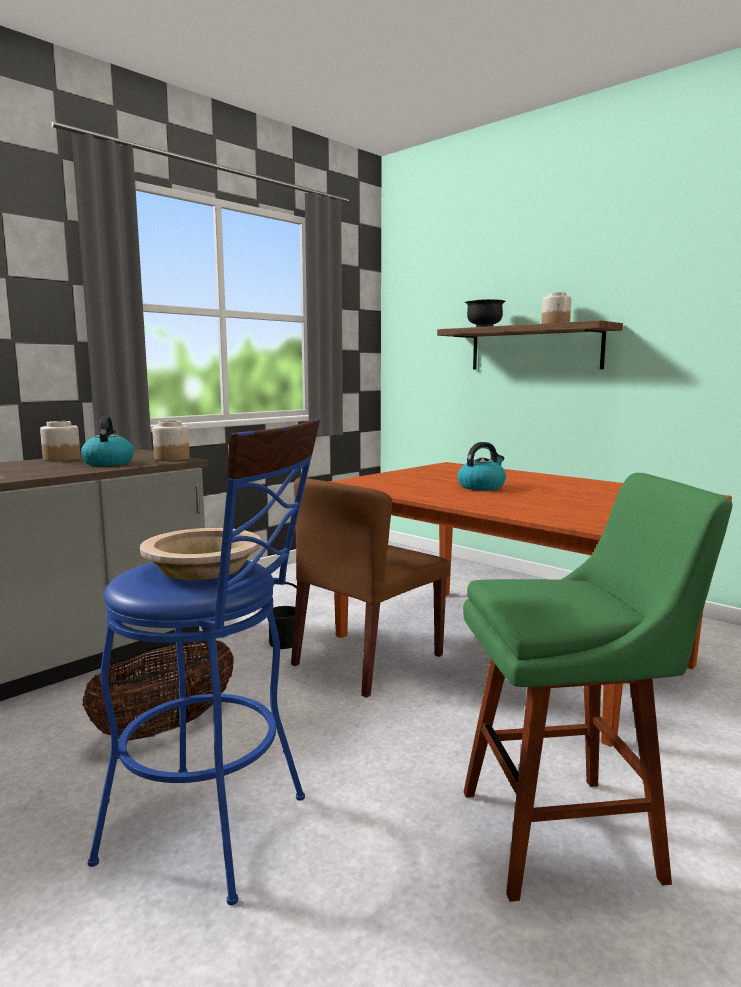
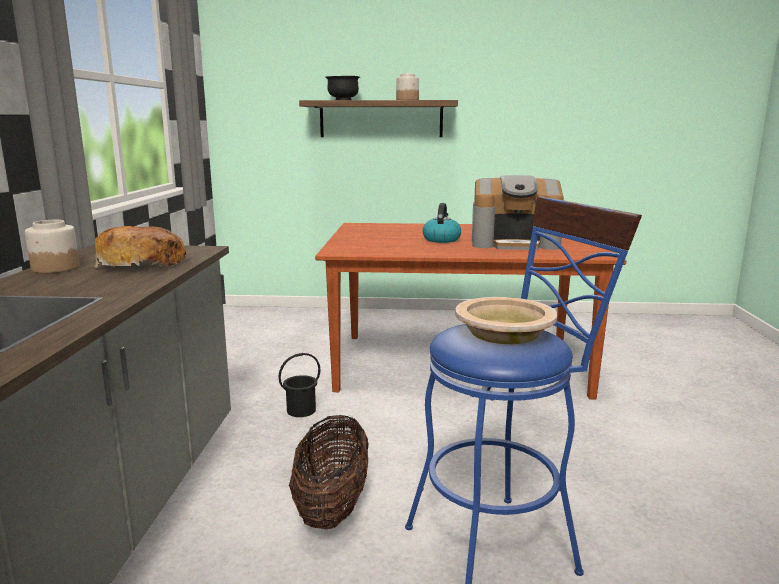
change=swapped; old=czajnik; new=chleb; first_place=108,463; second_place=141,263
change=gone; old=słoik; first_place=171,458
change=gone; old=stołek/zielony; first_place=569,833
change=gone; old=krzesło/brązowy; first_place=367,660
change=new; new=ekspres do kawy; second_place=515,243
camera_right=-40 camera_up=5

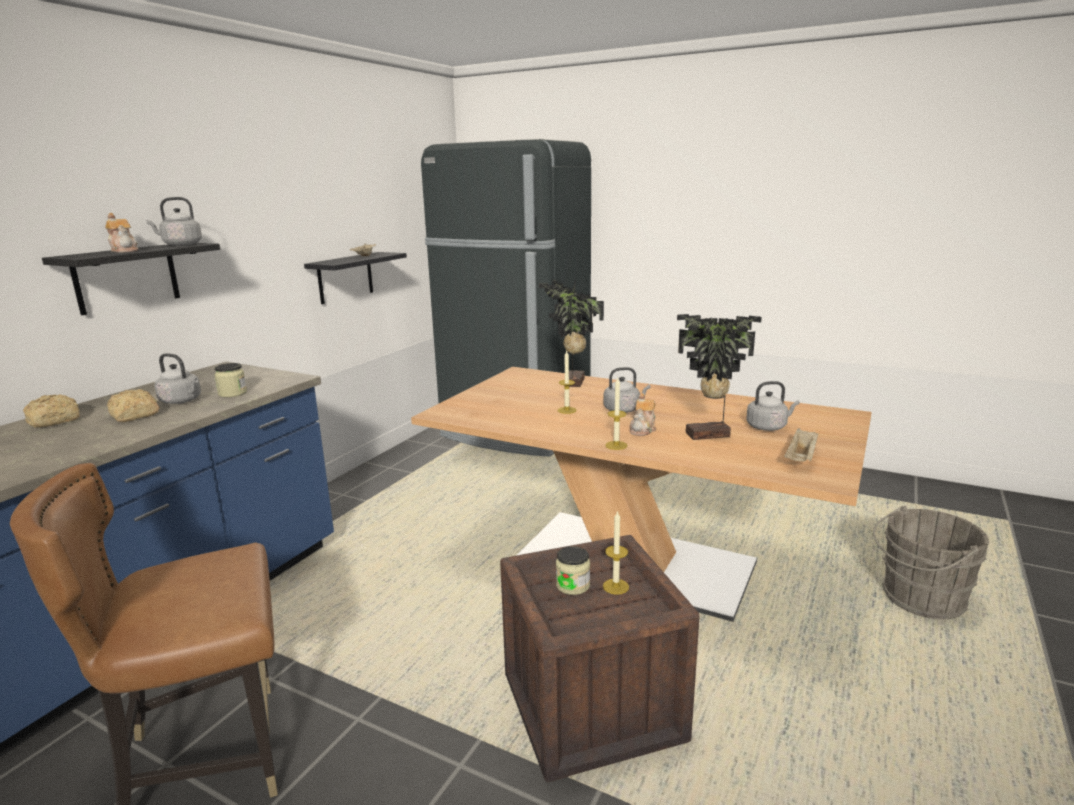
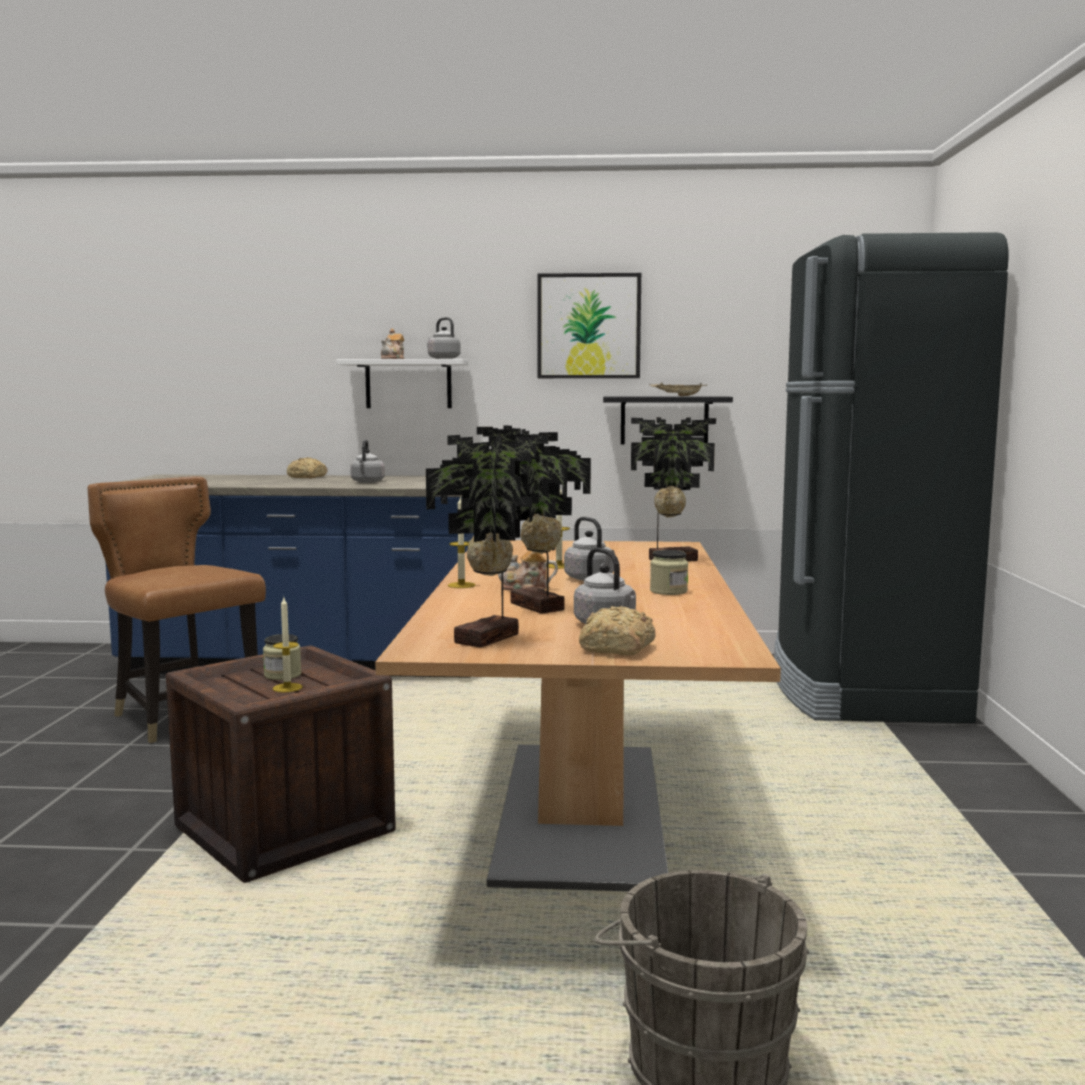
change=repainted; old=półka/czarny; new=półka/biały; first_place=126,277; second_place=408,384
change=shifted; old=słoik; first_place=232,393; second_place=668,591
change=shifted; old=chleb; first_place=134,416; second_place=616,649
change=swapped; old=taca/beżowy; new=roślina doniczkowa; first_place=801,458; second_place=492,639
change=new; new=obraz; second_place=588,326
camera_right=65 camera_up=-10

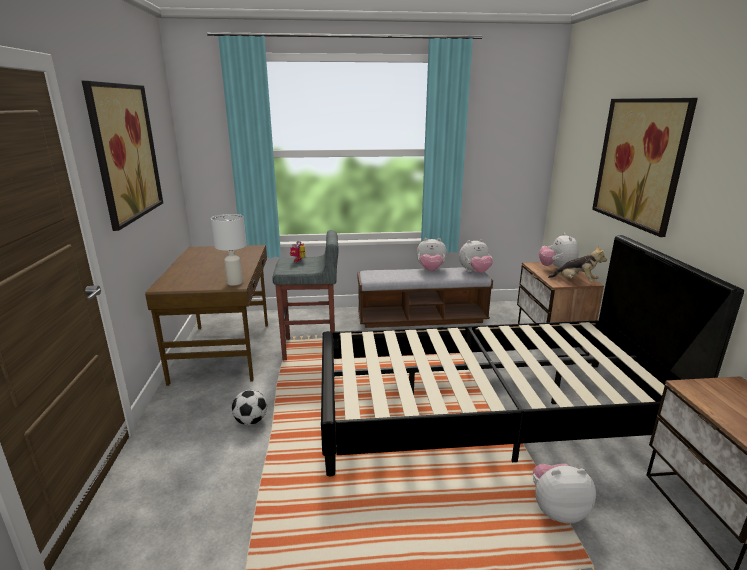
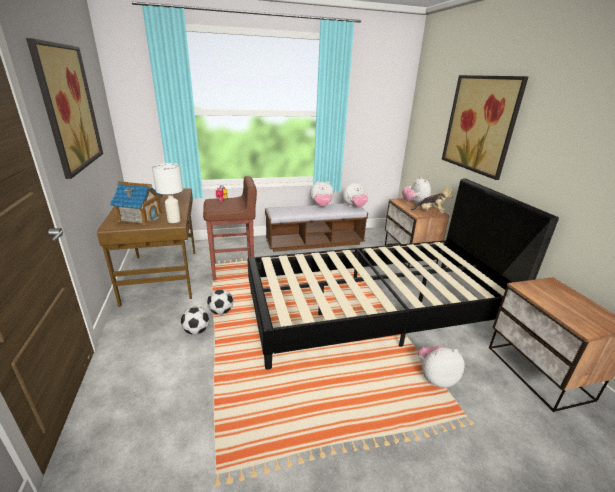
change=repainted; old=stołek/szary; new=stołek/brązowy; first_place=311,348; second_place=234,269
change=new; new=domek; second_place=140,217
change=new; new=piłka futbolowa; second_place=221,312
camera_right=-10 camera_up=5

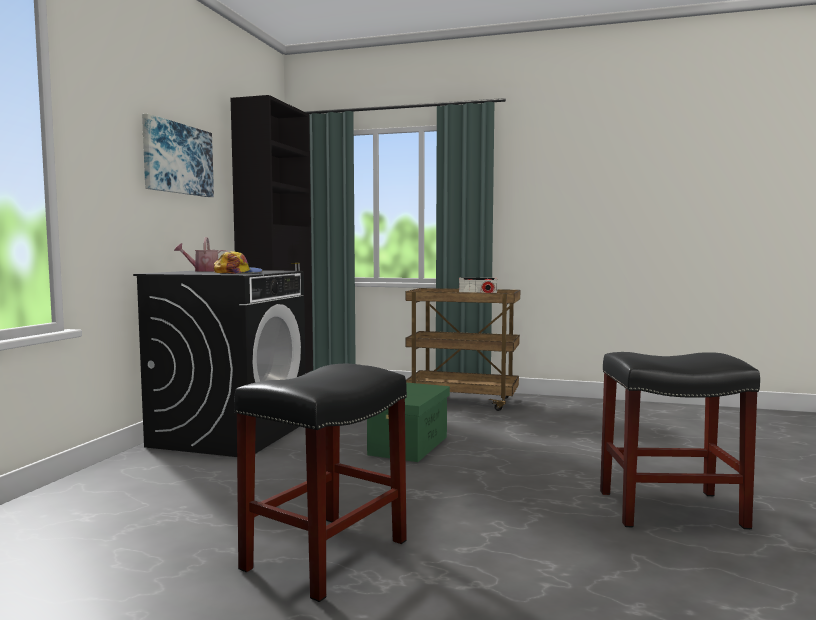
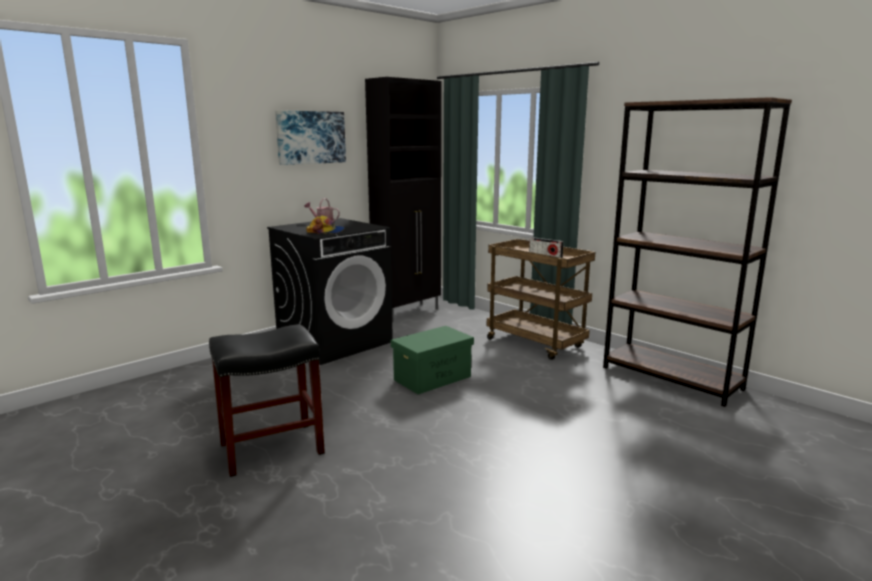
change=gone; old=stołek/czarny; first_place=671,508
change=new; new=regał/brązowy; second_place=671,378
camera_right=30 camera_up=10

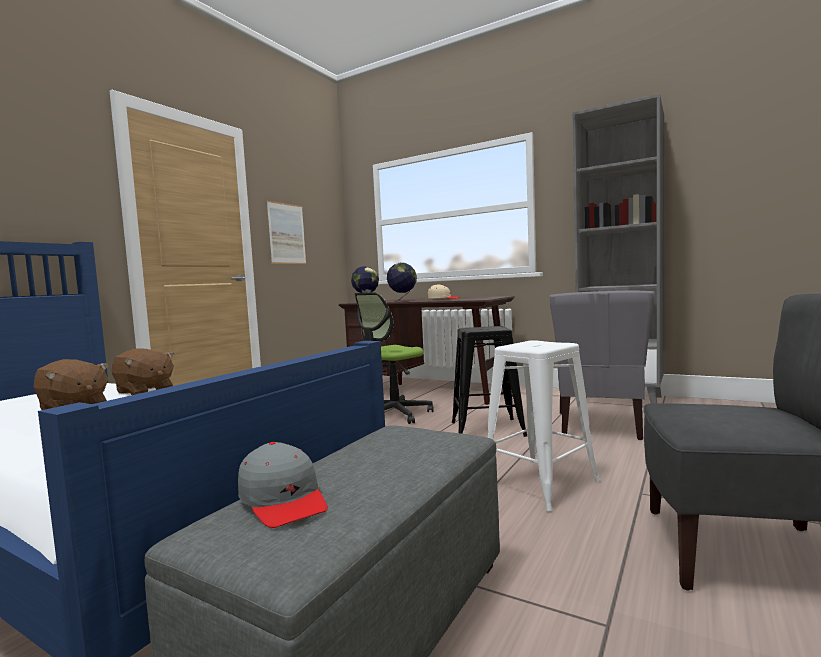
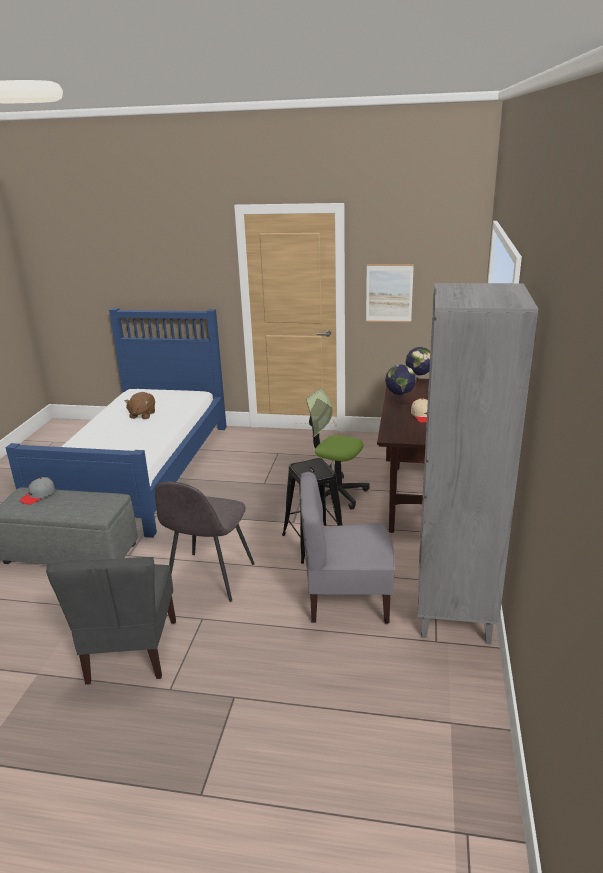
change=swapped; old=stołek/biały; new=krzesło/szary; first_place=539,483; second_place=209,578
change=gone; old=pluszak/brązowy; first_place=144,391
camera_right=70 camera_up=20

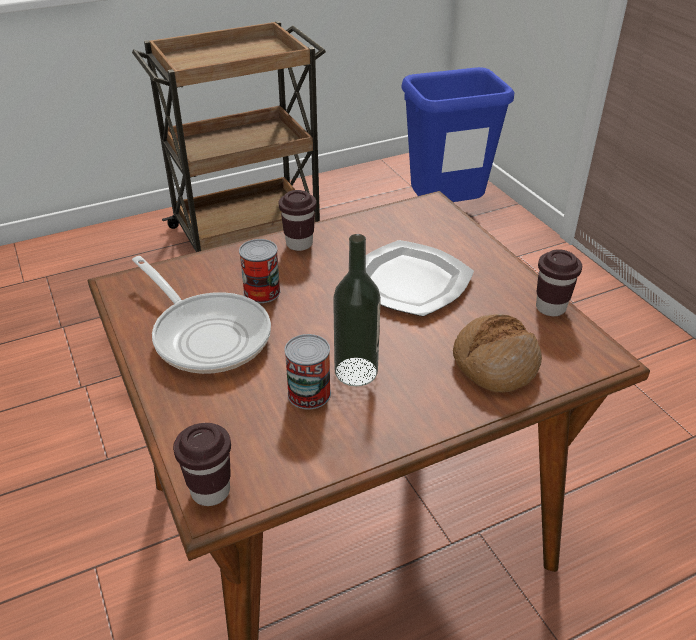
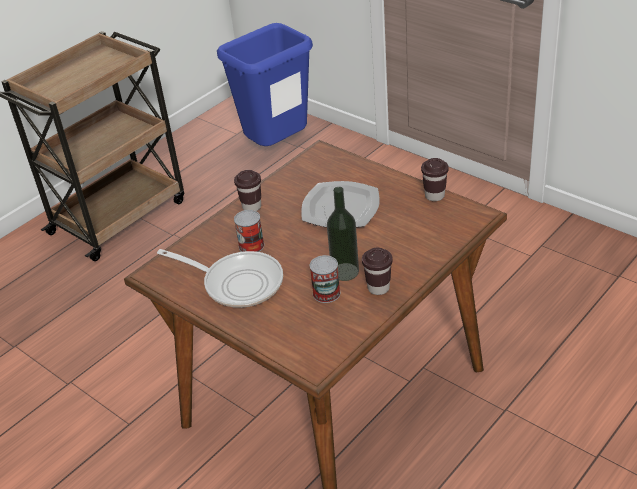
change=gone; old=chleb; first_place=494,363
change=shifted; old=filiżanka/brązowy; first_place=210,491; second_place=378,288
camera_right=-20 camera_up=0

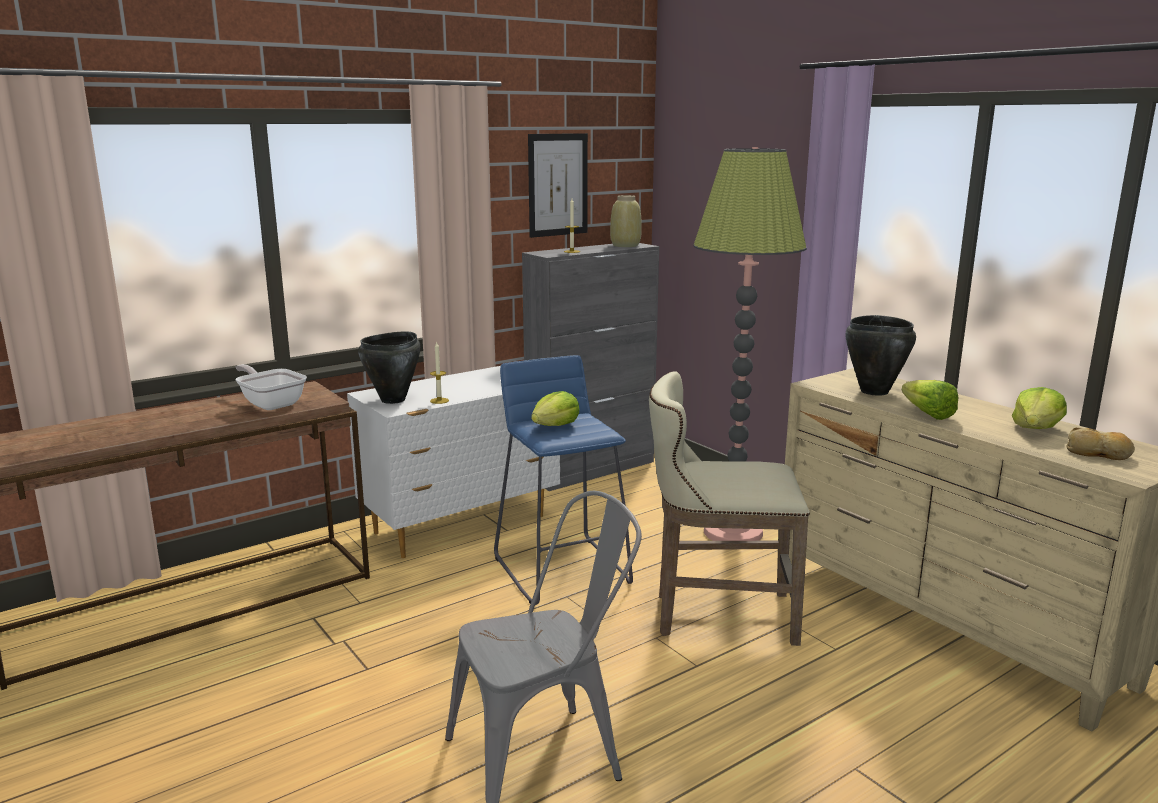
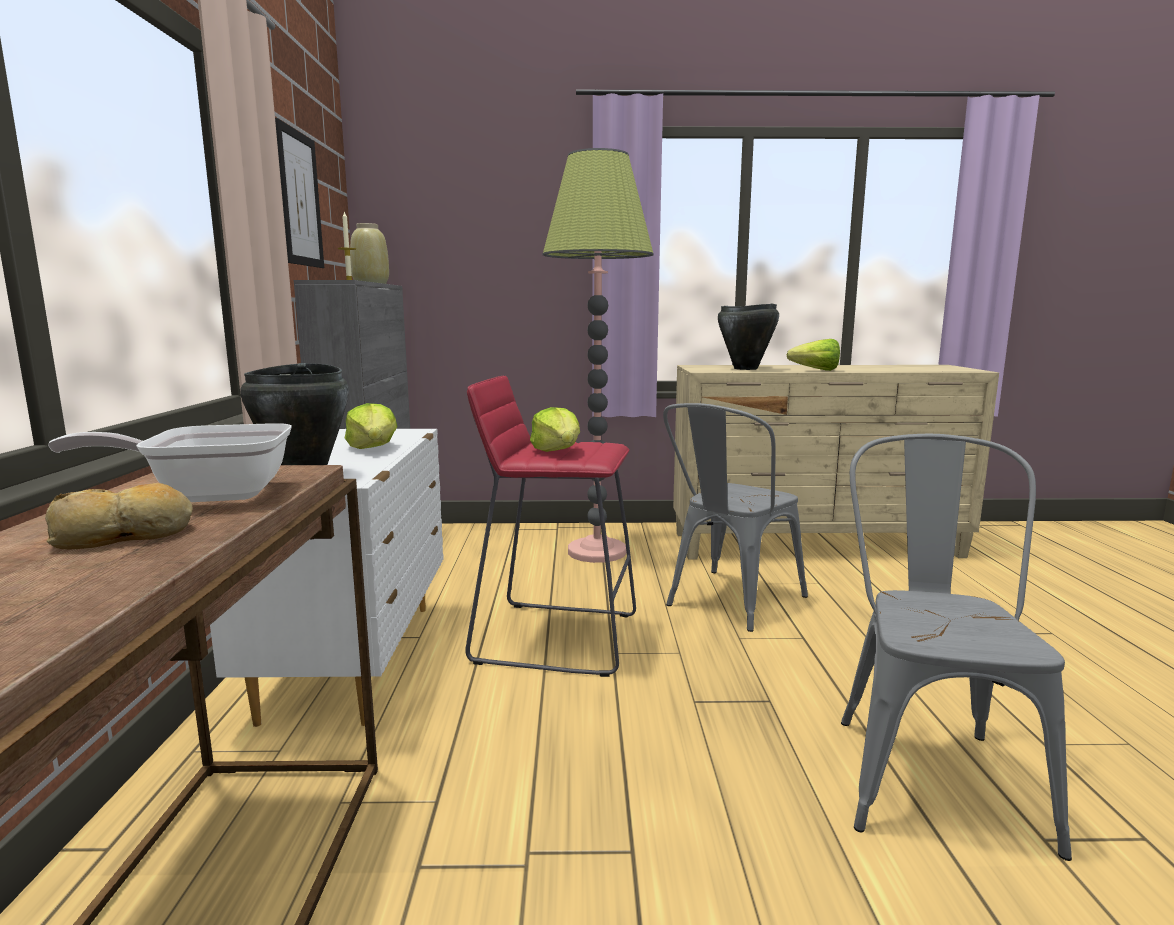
change=gone; old=świeca; first_place=439,400
change=repainted; old=stołek/niebieski; new=stołek/czerwony; first_place=563,569; second_place=555,637
change=swapped; old=stołek/beżowy; new=krzesło/szary; first_place=716,616; second_place=728,603
change=shifted; old=sałata; first_place=1036,429; second_place=373,448
change=shifted; old=chleb; first_place=1098,453; second_place=125,536
camera_right=-55 camera_up=-5

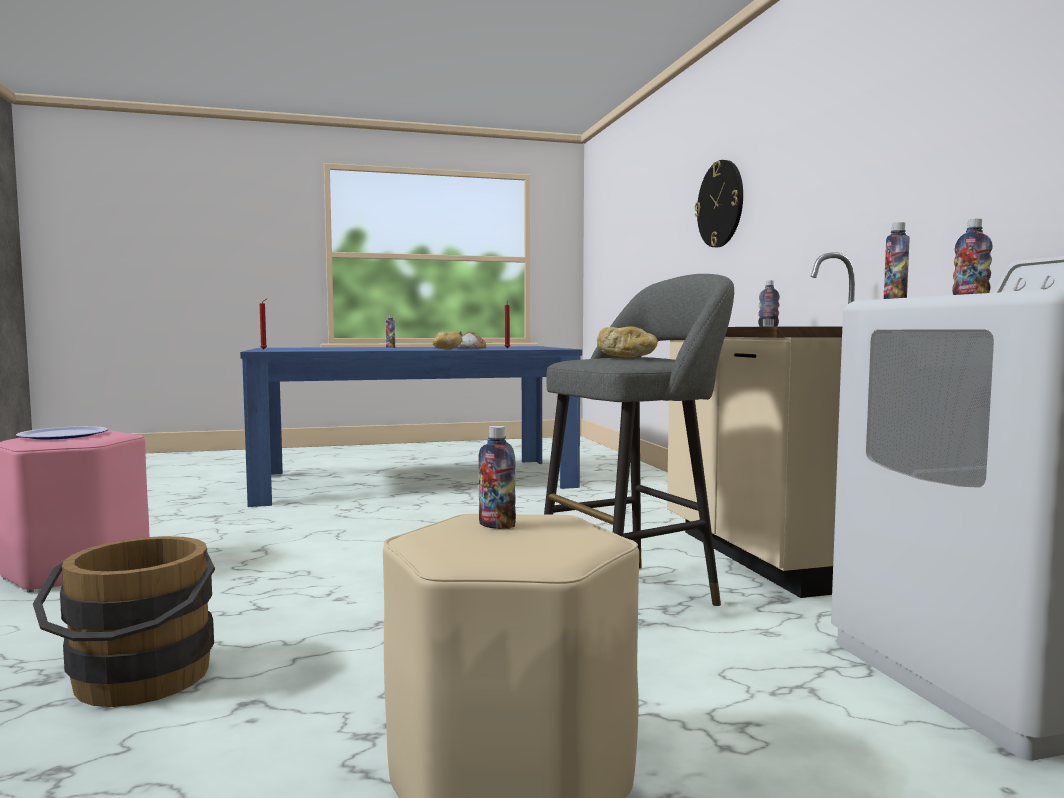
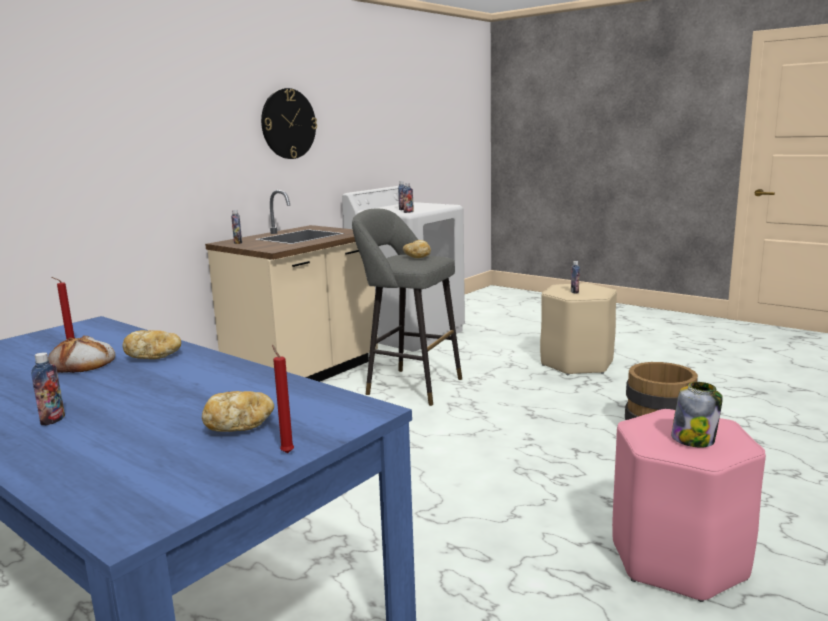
change=shifted; old=zegar ścienny; first_place=720,204; second_place=288,124
change=swapped; old=talerz; new=słoik; first_place=63,435; second_place=694,439
change=new; new=chleb; second_place=239,426
camera_right=-125 camera_up=10

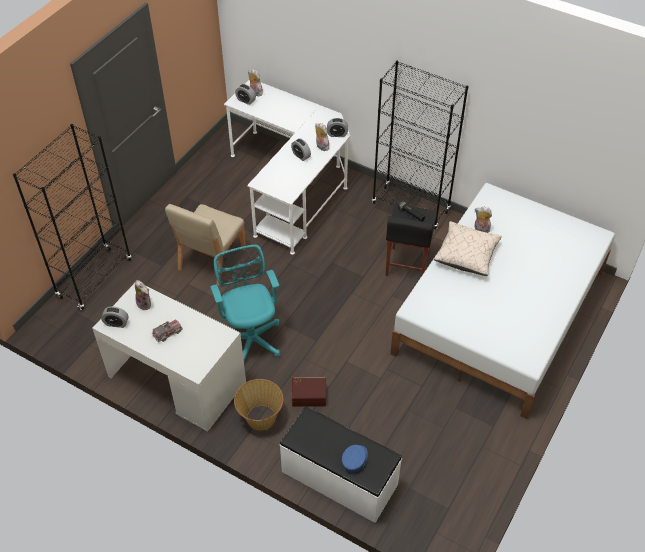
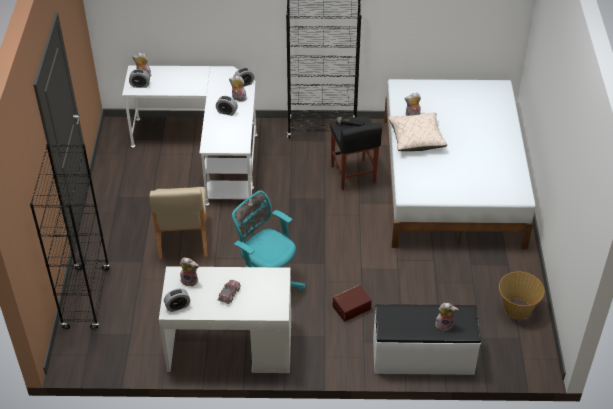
change=shifted; old=koszyk; first_place=260,417; second_place=517,309
change=swapped; old=czapka z daszkiem/niebieski; new=pluszak; first_place=355,460; second_place=444,324
camera_right=-30 camera_up=-5

